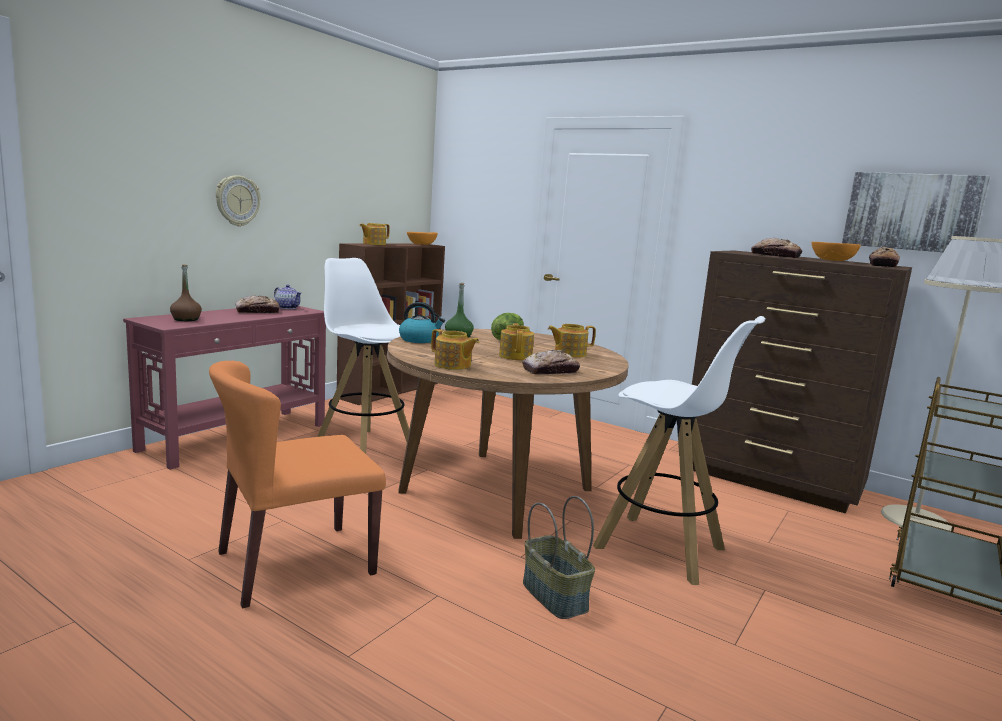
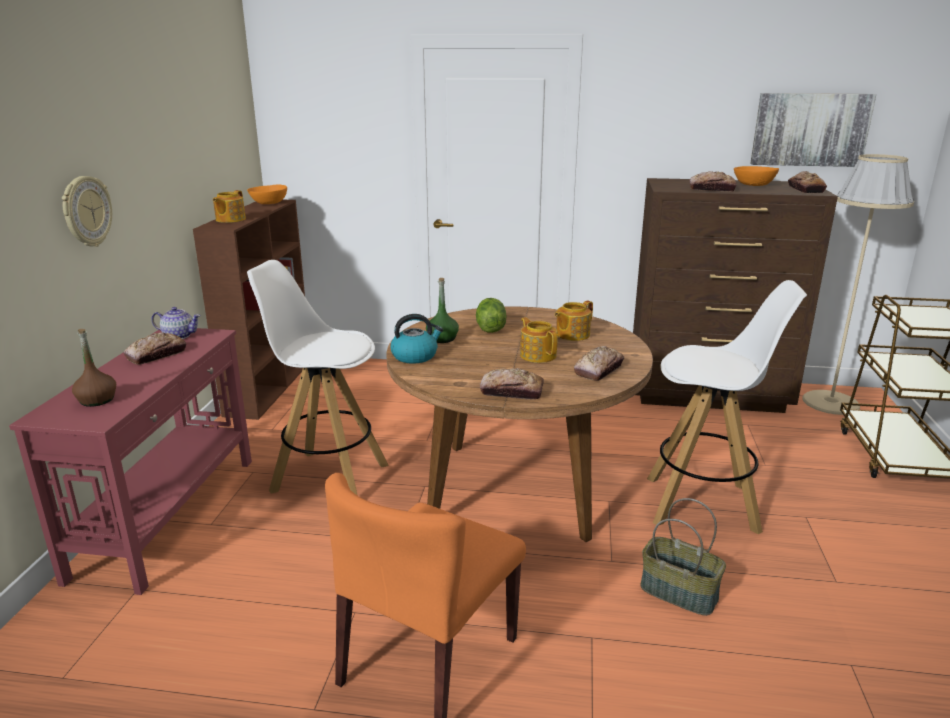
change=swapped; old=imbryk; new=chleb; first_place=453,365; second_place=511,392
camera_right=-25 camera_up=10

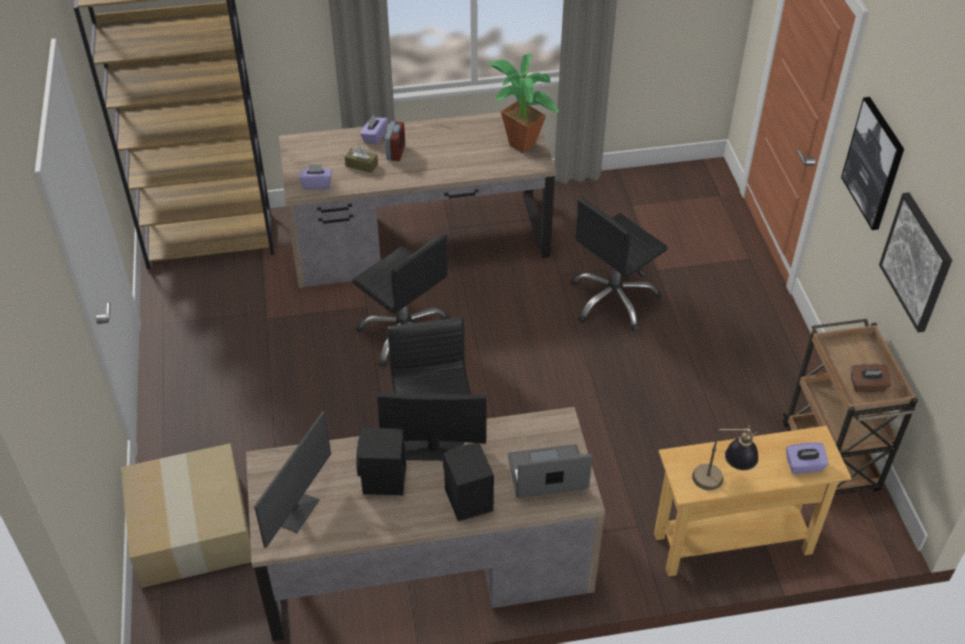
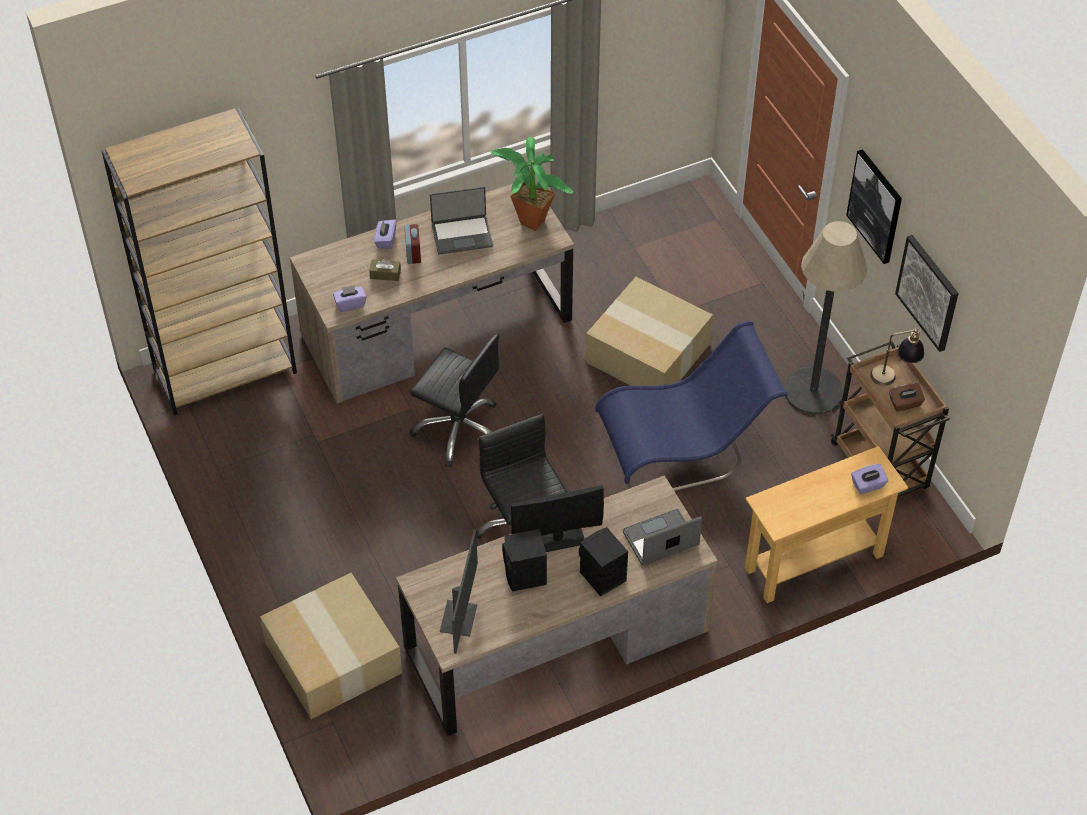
change=swapped; old=krzesło biurowe/czarny; new=karton; first_place=613,300; second_place=646,353
change=shifted; old=lampa stołowa; first_place=721,482; second_place=894,377
change=new; new=laptop; second_place=462,235
change=new; new=lampa stojąca; second_place=813,391
change=new; new=krzesło/niebieski; second_place=685,448
camera_right=-15 camera_up=5

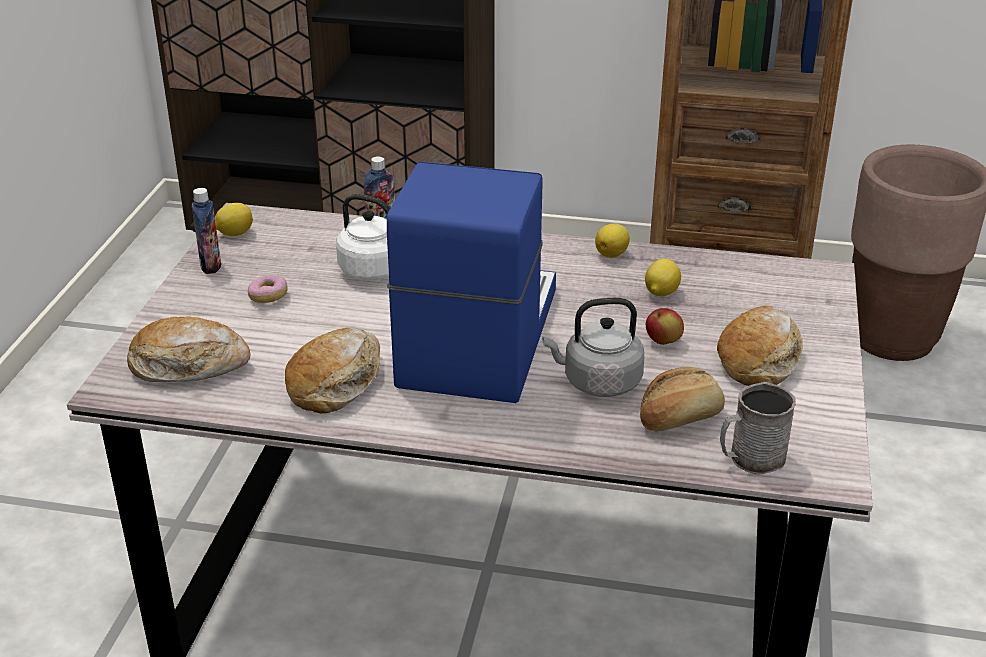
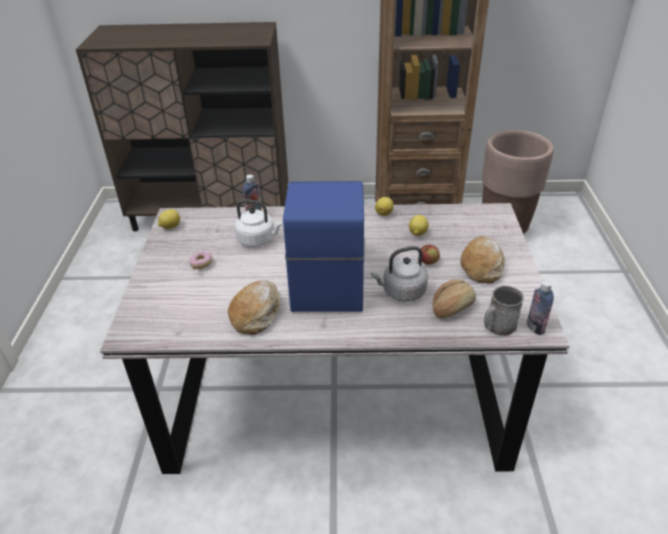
change=shifted; old=butelka; first_place=211,266; second_place=535,327
change=gone; old=chleb; first_place=189,365
camera_right=-10 camera_up=5

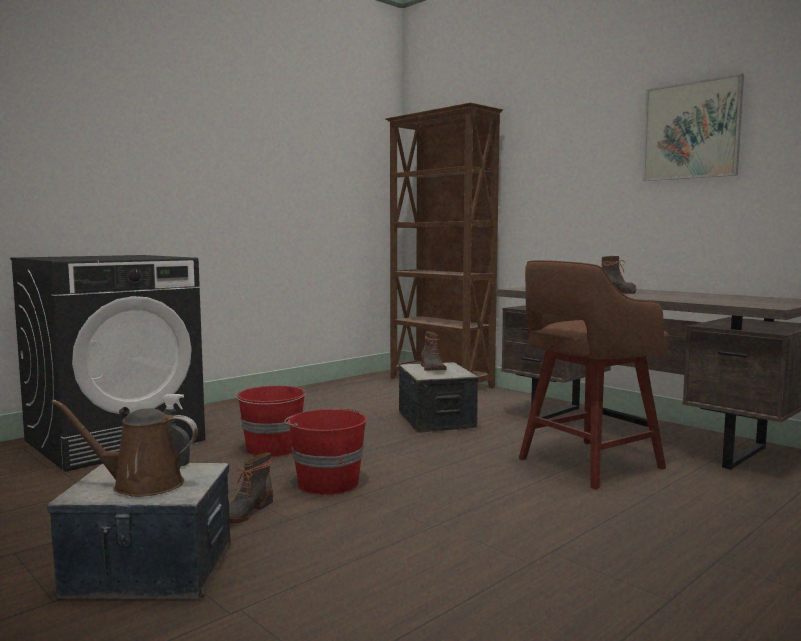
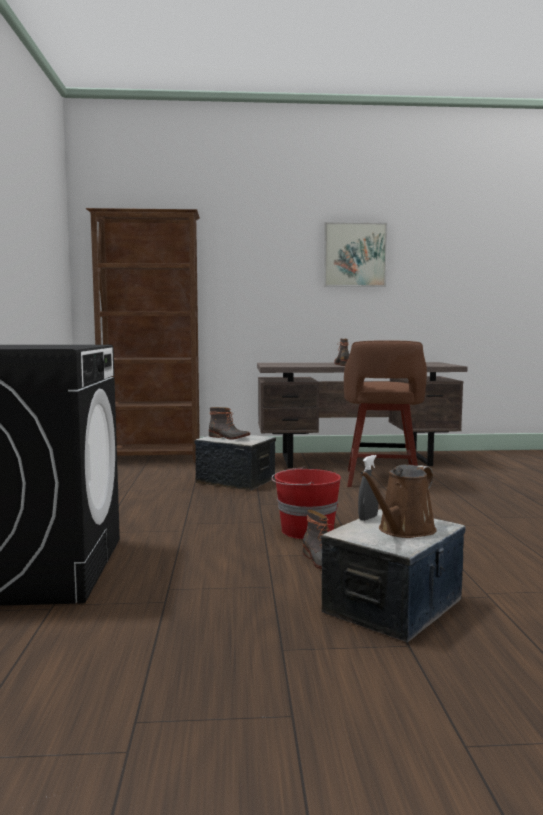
change=gone; old=wiadro/czerwony; first_place=273,449
camera_right=-50 camera_up=0

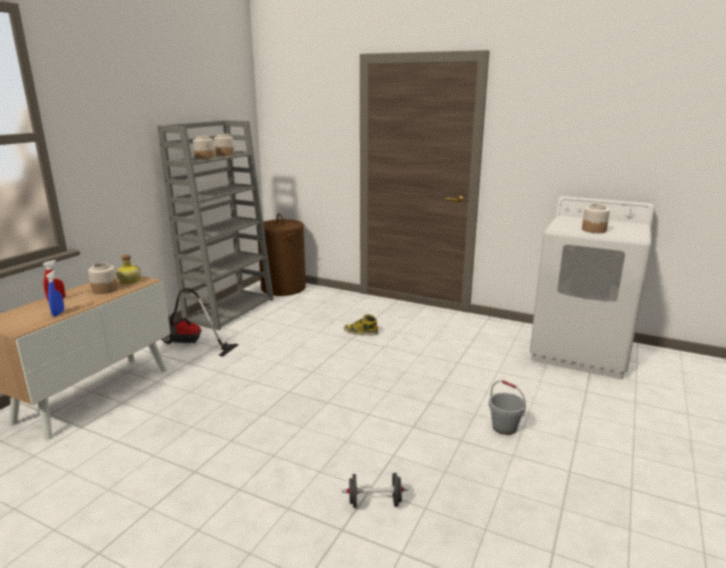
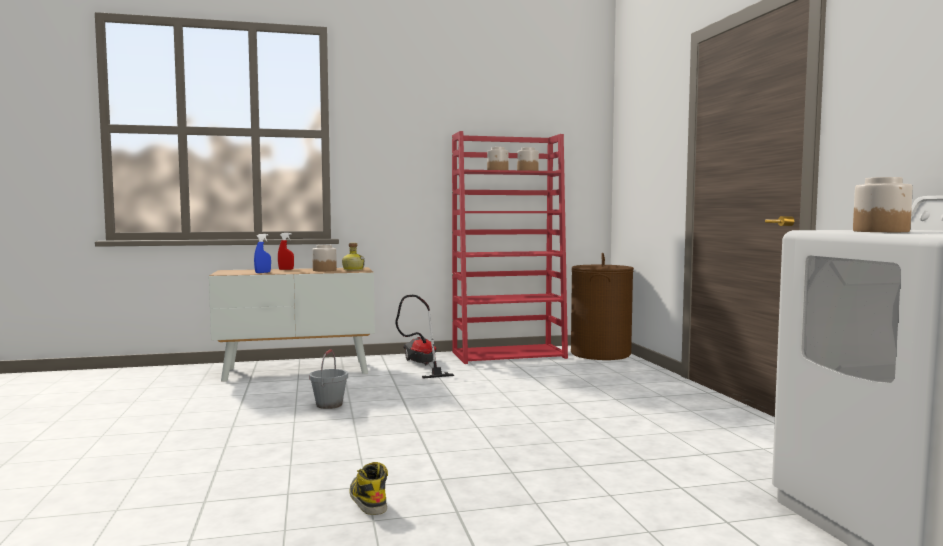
change=repainted; old=regał/szary; new=regał/czerwony; first_place=230,309; second_place=509,355
change=shifted; old=but z cholewką; first_place=360,332; second_place=367,499
change=shifted; old=wiadro/szary; first_place=504,427; second_place=329,405
change=gone; old=hantel/czarny; first_place=375,502
camera_right=50 camera_up=-15

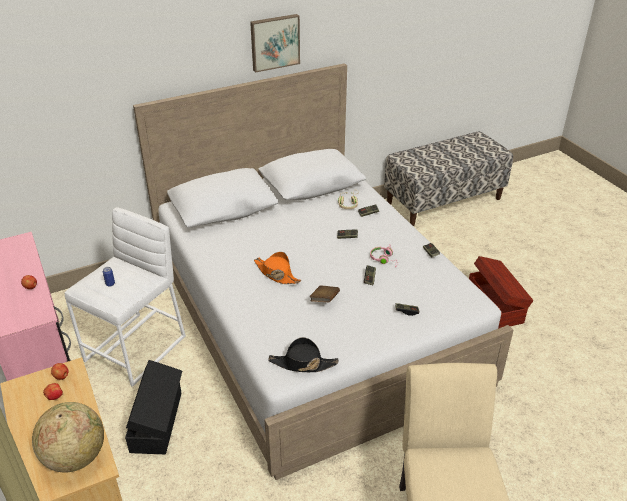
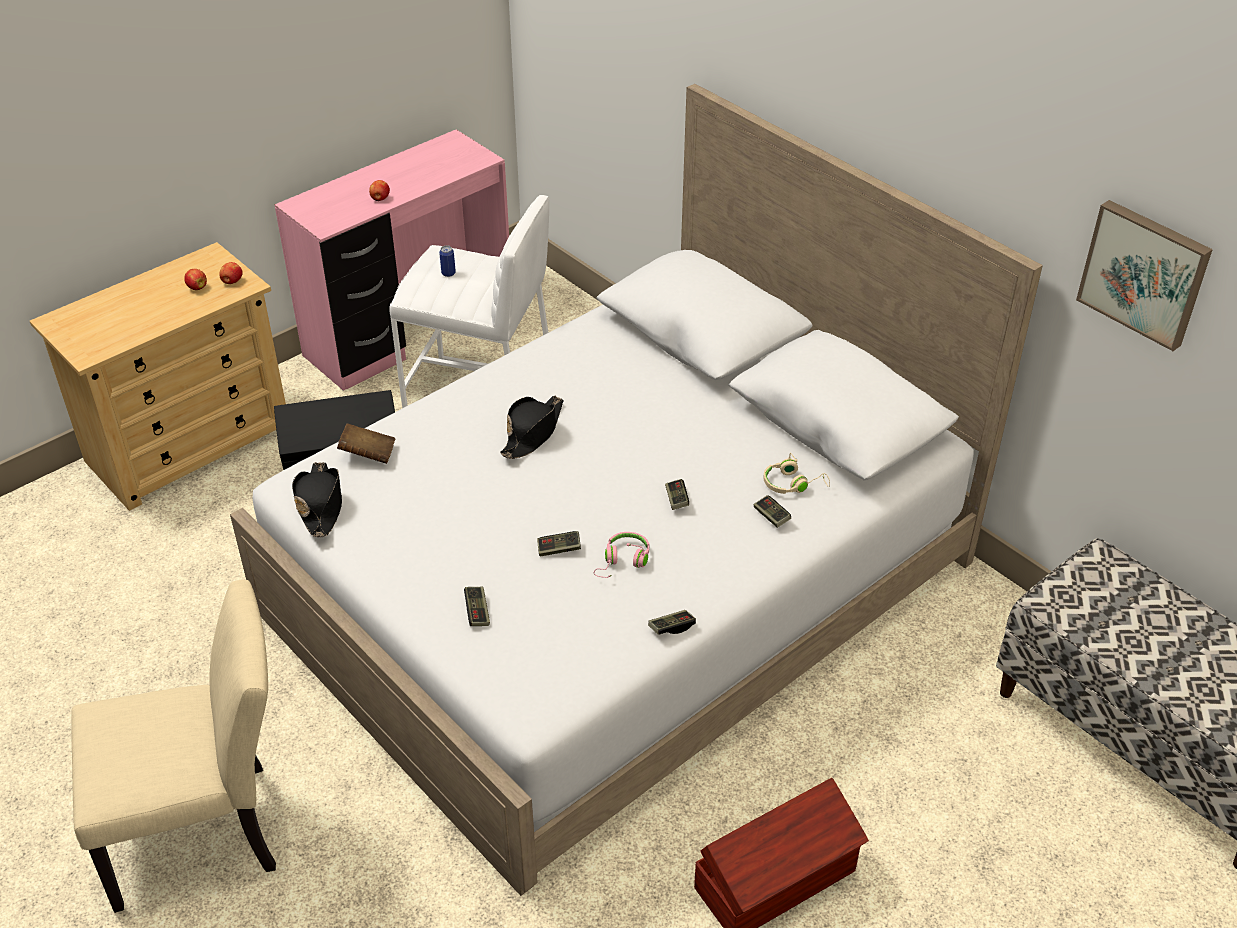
change=shifted; old=obraz; first_place=274,42; second_place=1145,273
change=repainted; old=kapelusz/pomarańczowy; new=kapelusz/czarny; first_place=276,274; second_place=533,432
change=shifted; old=książka/brązowy; first_place=324,300; second_place=368,454
change=gone; old=globus; first_place=75,457
camera_right=75 camera_up=5

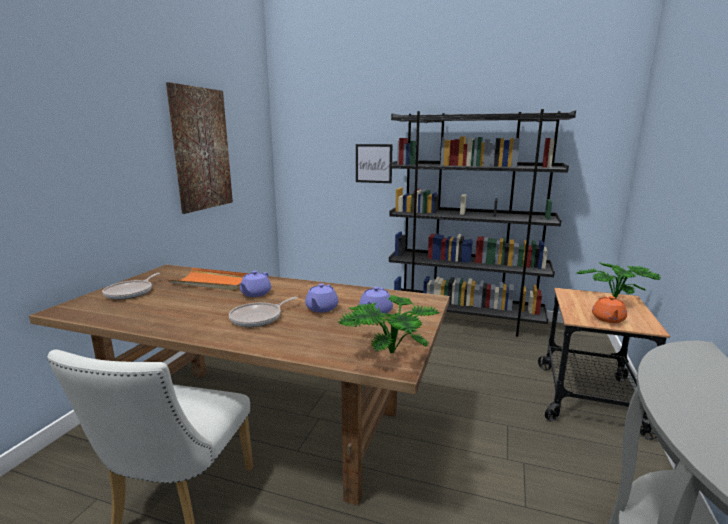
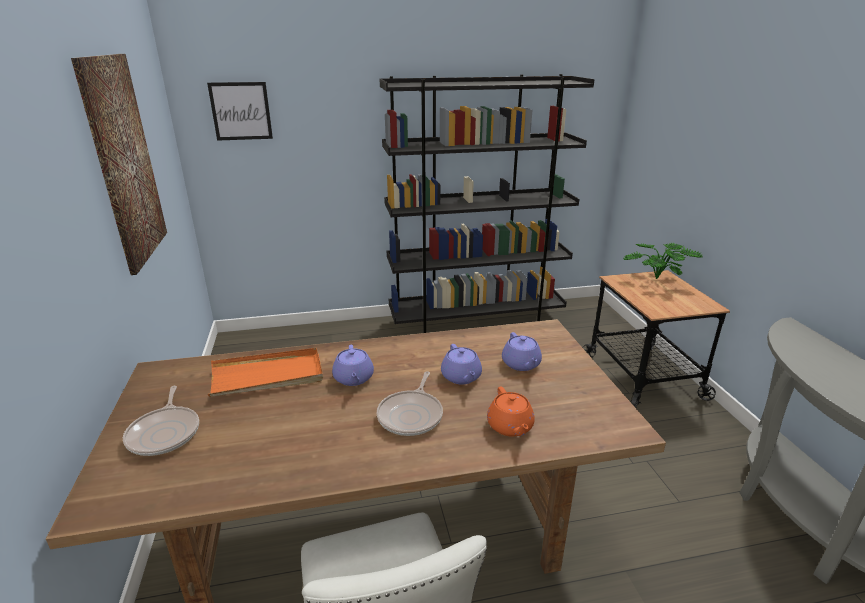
change=shifted; old=obraz; first_place=373,163; second_place=241,111
change=gone; old=roślina doniczkowa; first_place=386,355
change=shifted; old=imbryk/pomarańczowy; first_place=608,319; second_place=510,426
camera_right=-30 camera_up=10

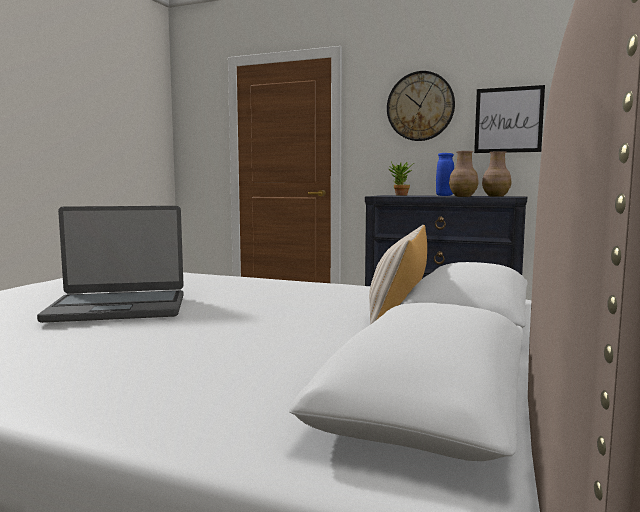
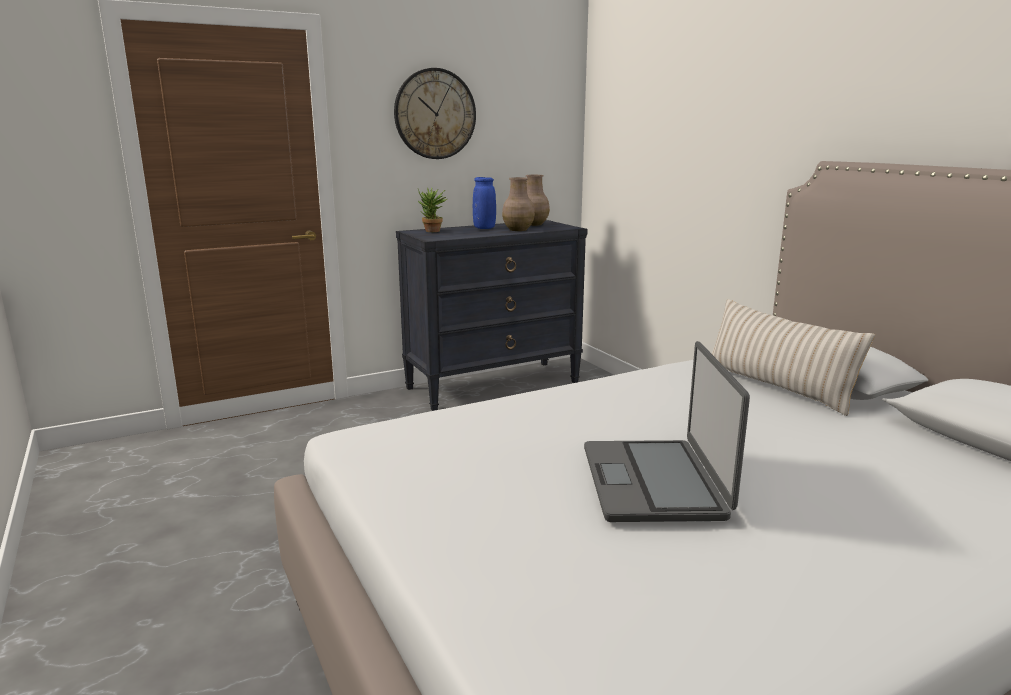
change=gone; old=obraz; first_place=508,120
change=rotated; old=laptop; first_place=118,308; second_place=654,482; degrees=150
camera_right=-50 camera_up=10

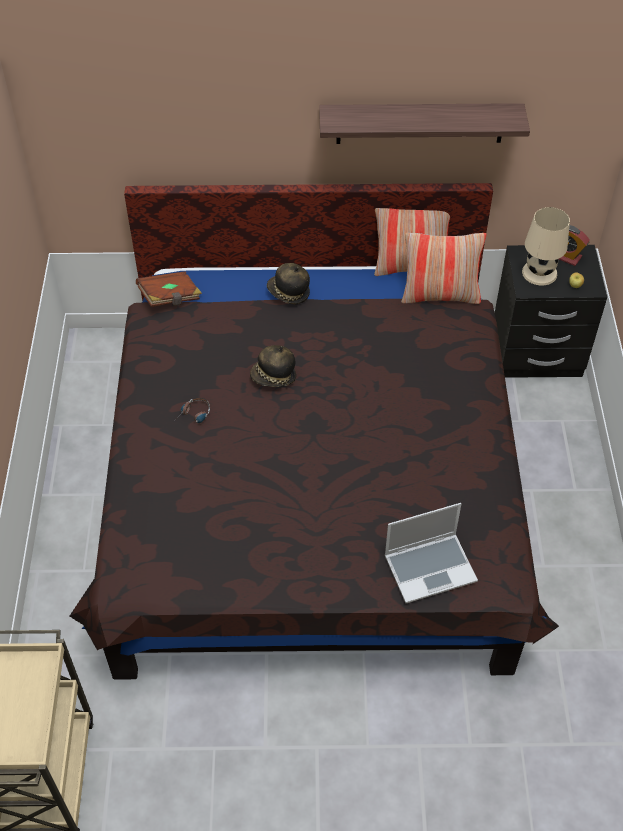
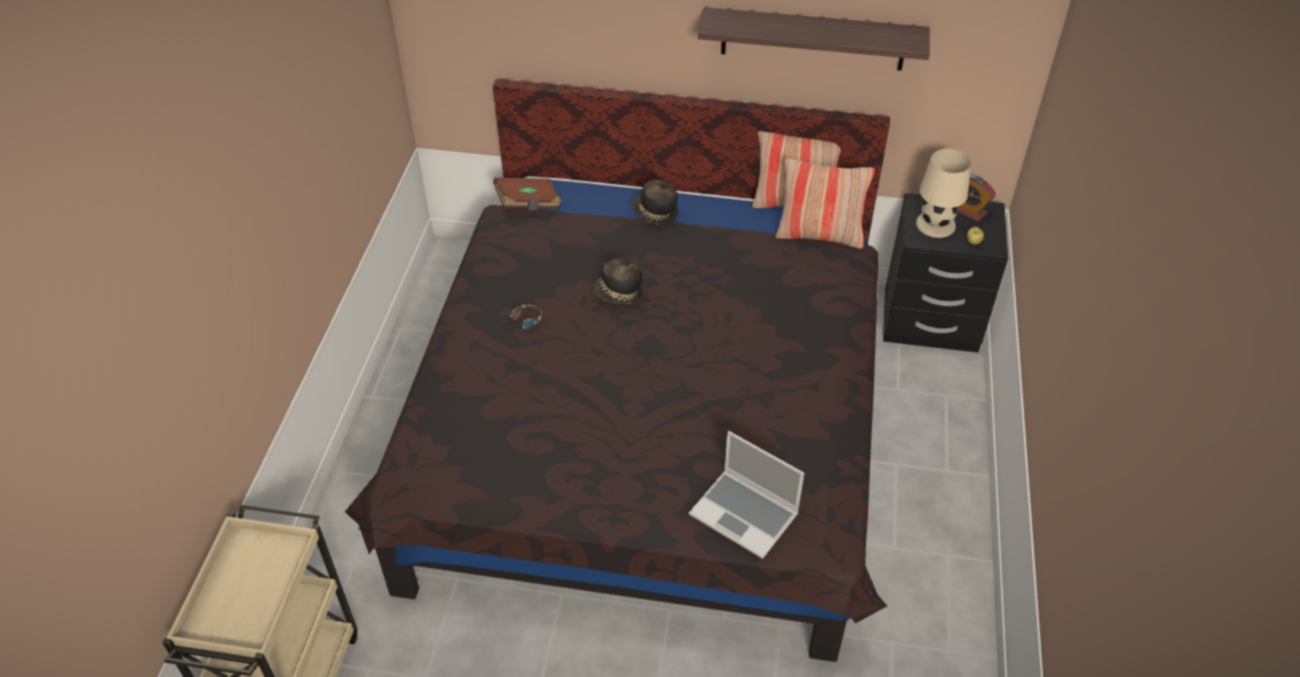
change=rotated; old=laptop; first_place=430,567; second_place=745,514; degrees=45
camera_right=10 camera_up=-5

